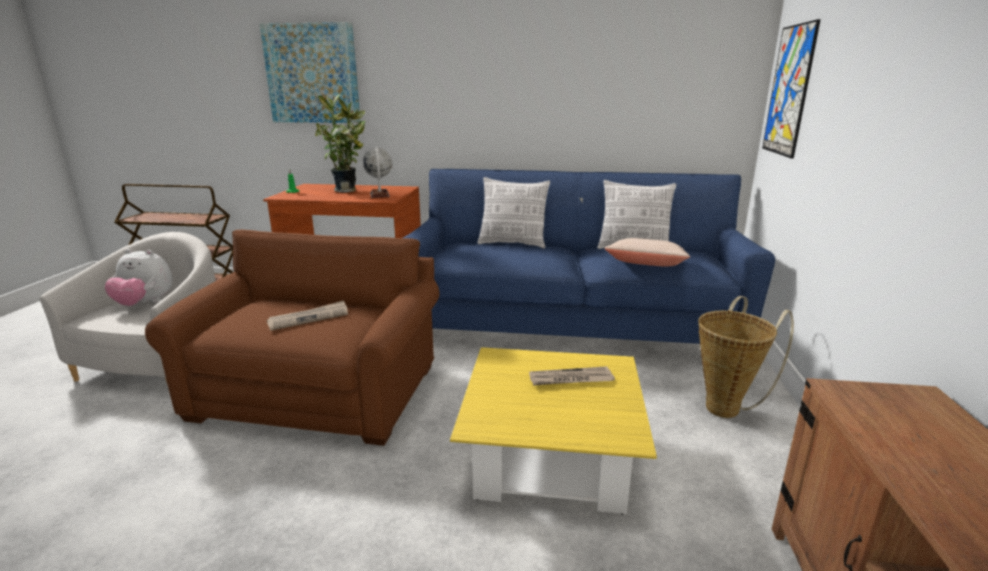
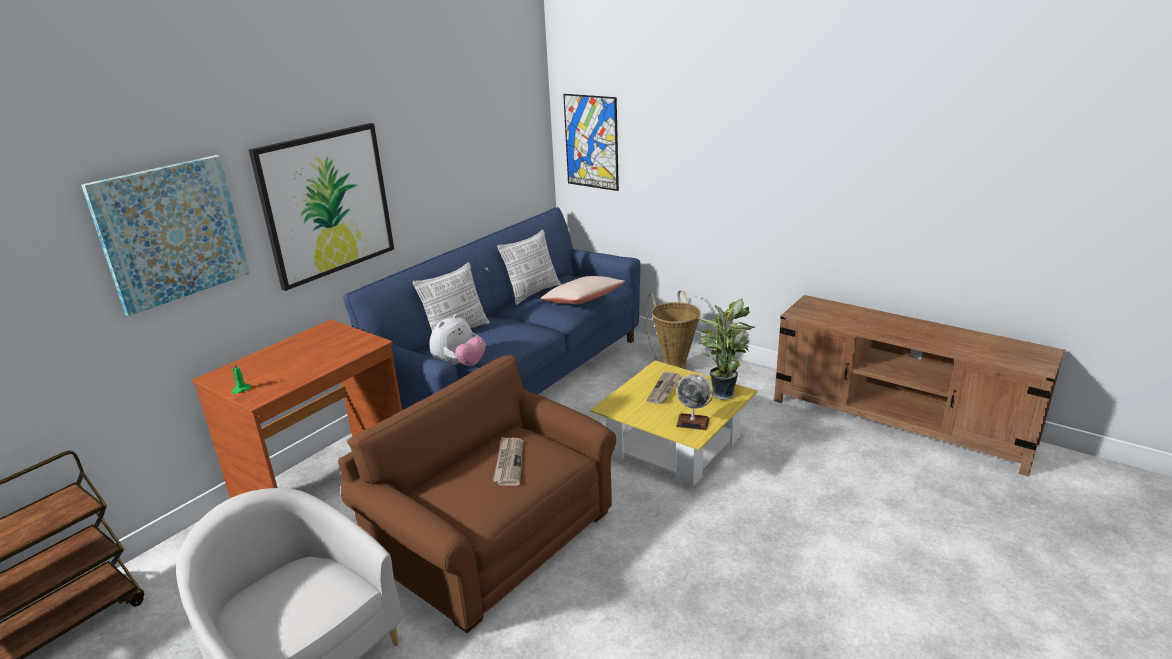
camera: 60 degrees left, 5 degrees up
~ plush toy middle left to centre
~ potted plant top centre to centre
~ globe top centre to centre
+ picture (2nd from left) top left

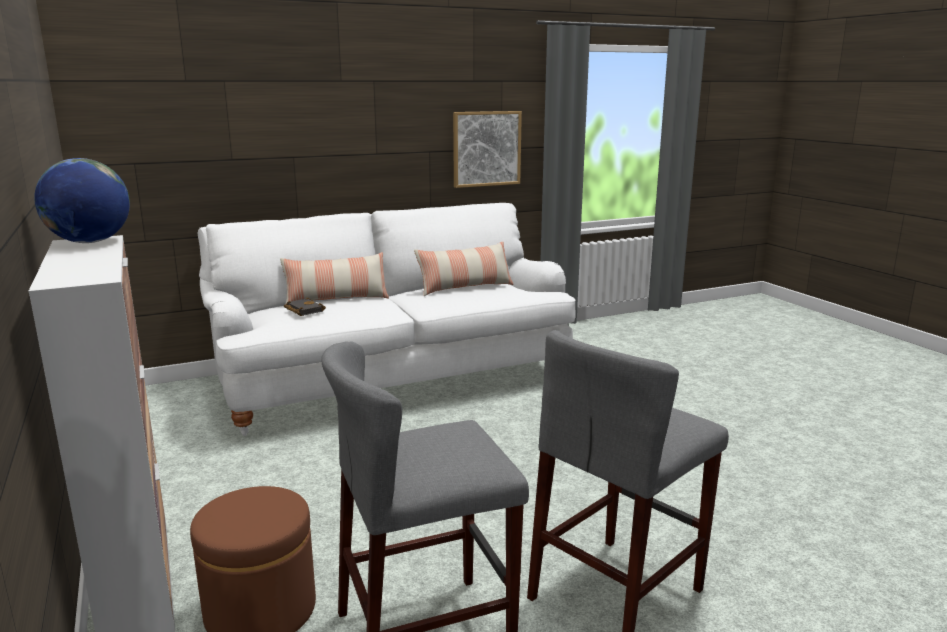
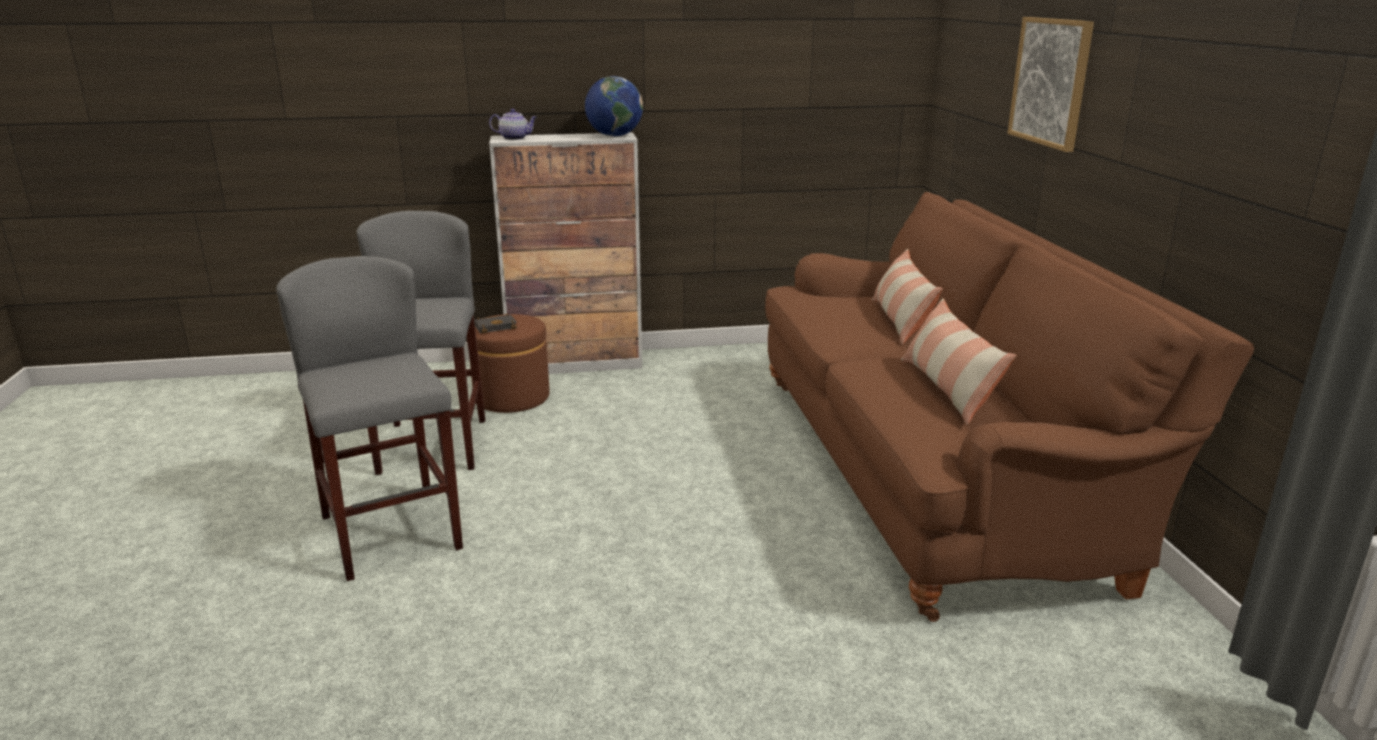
camera: 105 degrees right, 5 degrees up
~ sofa/white centre to sofa/brown middle right
~ book/black middle left to centre
~ picture top centre to top right
+ teapot top centre

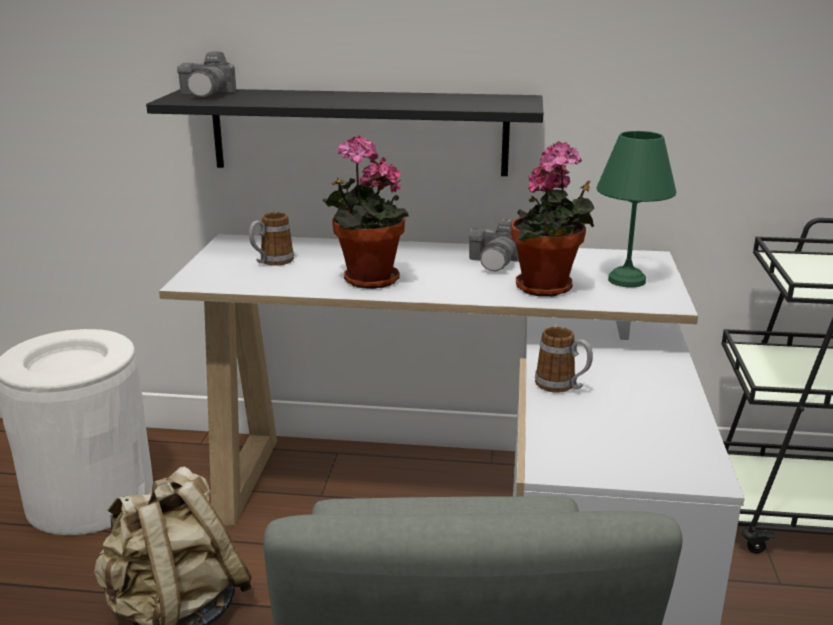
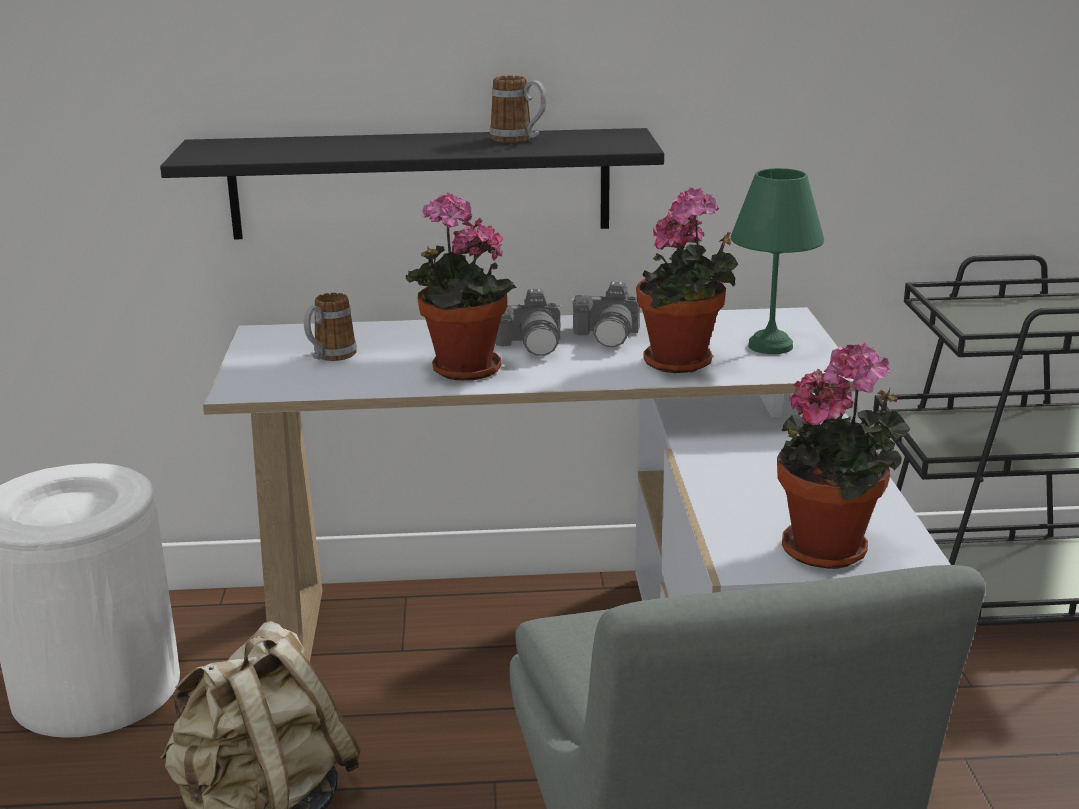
camera: 10 degrees left, 0 degrees up
~ photo camera (1st from left) top left to centre
~ mug (2nd from left) middle right to top centre
+ potted plant (3rd from left) middle right

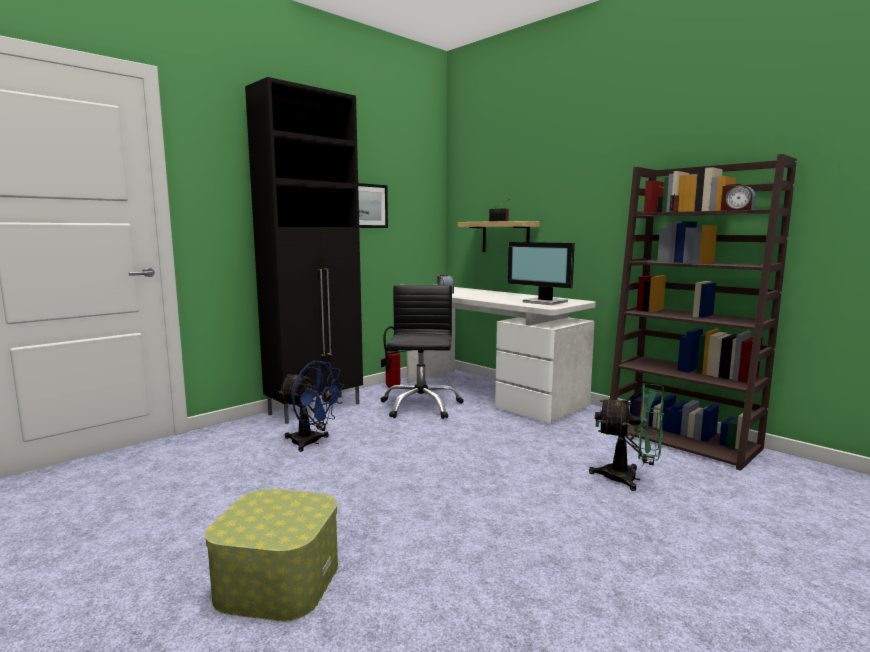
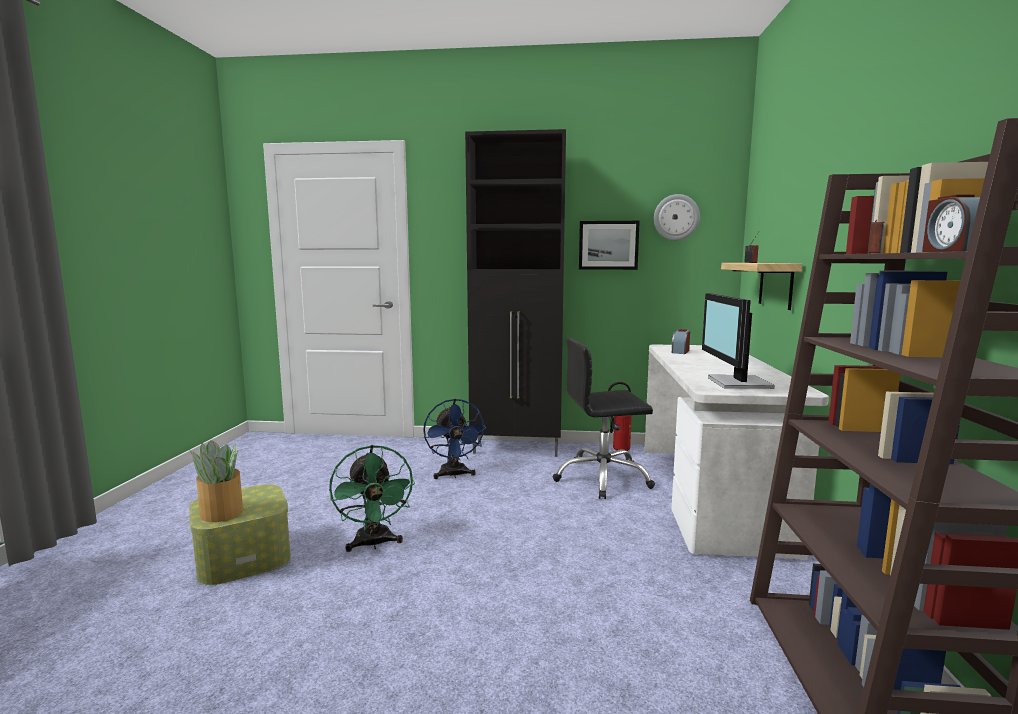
camera: 50 degrees right, 0 degrees up
~ office chair/black centre = centre 150 degrees counterclockwise
~ fan/green bottom right to bottom centre
+ potted plant bottom left
+ wall clock top centre

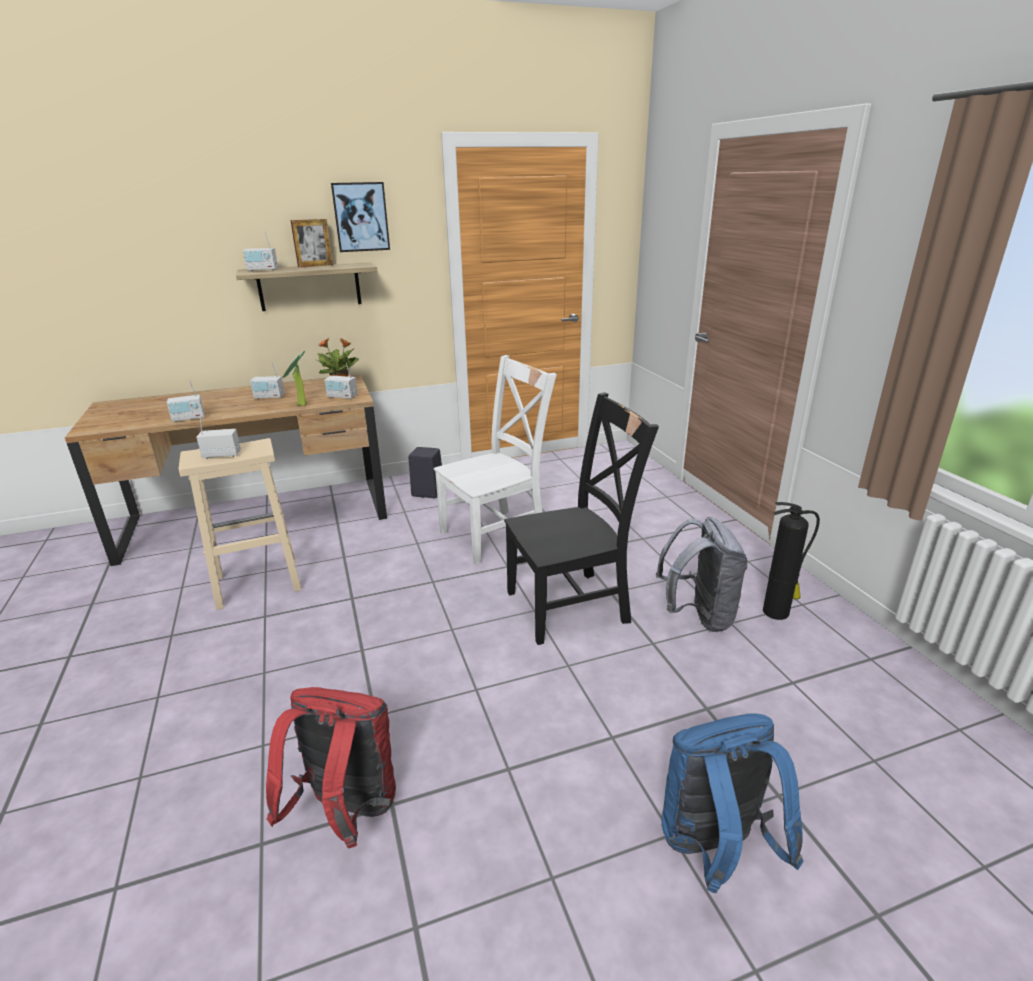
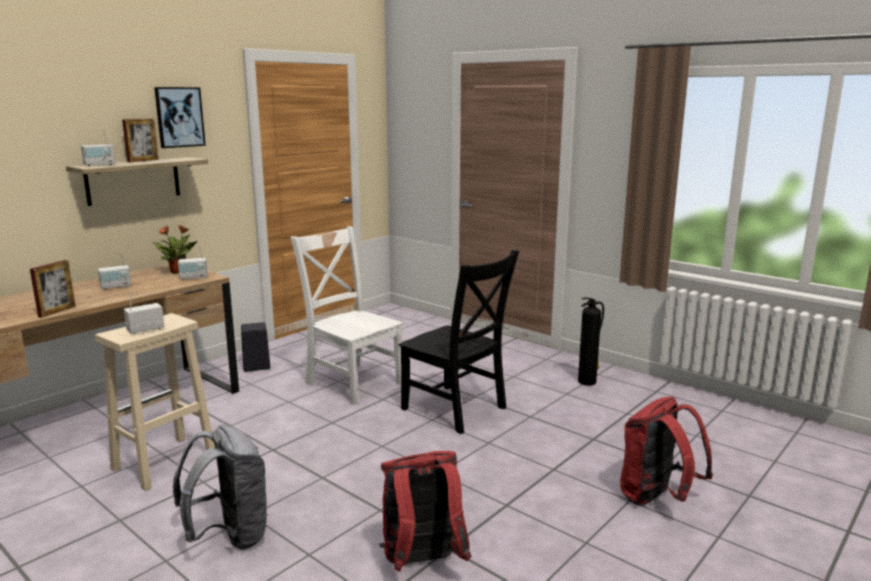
camera: 30 degrees left, 10 degrees down
~ radio (1st from left) middle left to picture frame (1st from left) middle left
- potted plant (1st from left) middle left
~ chair/white centre = centre 75 degrees counterclockwise
~ chair/black centre = centre 90 degrees clockwise
~ backpack/grey middle right to bottom left
~ backpack/blue bottom right to backpack/red (2nd from left) bottom right

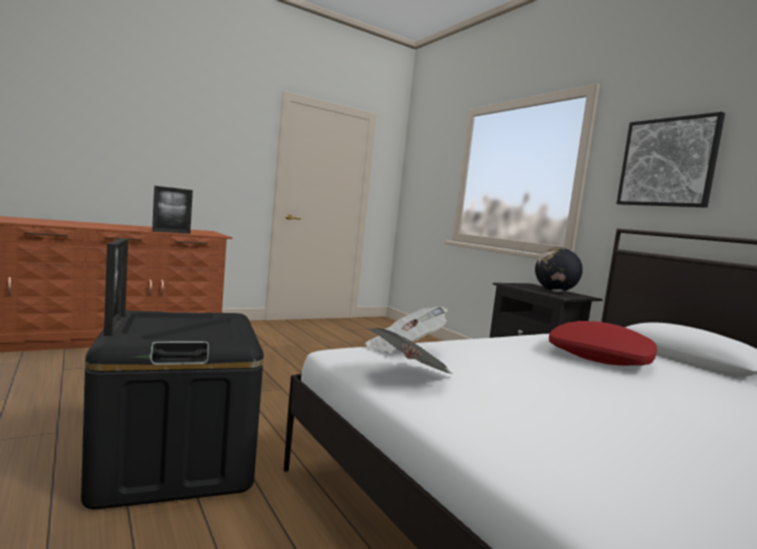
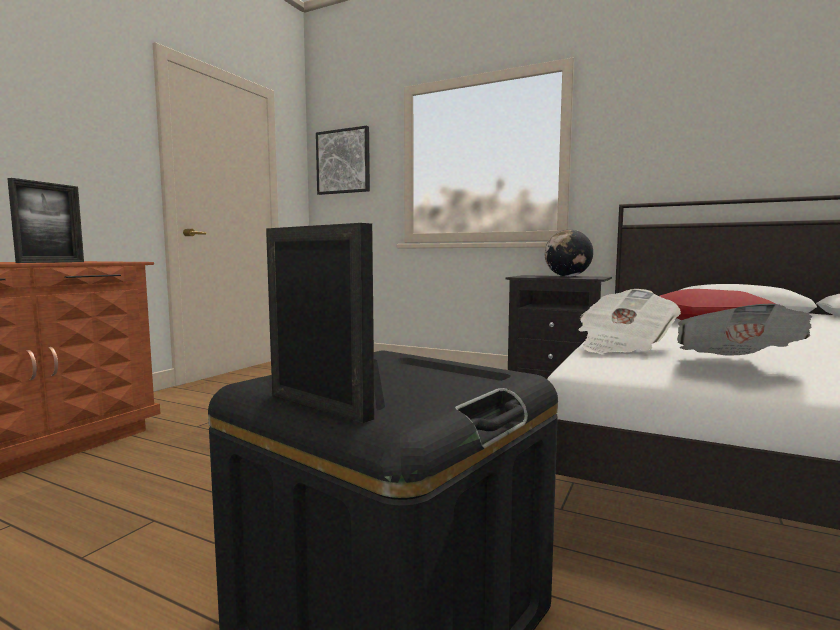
camera: 30 degrees left, 0 degrees up
~ picture top right to top centre

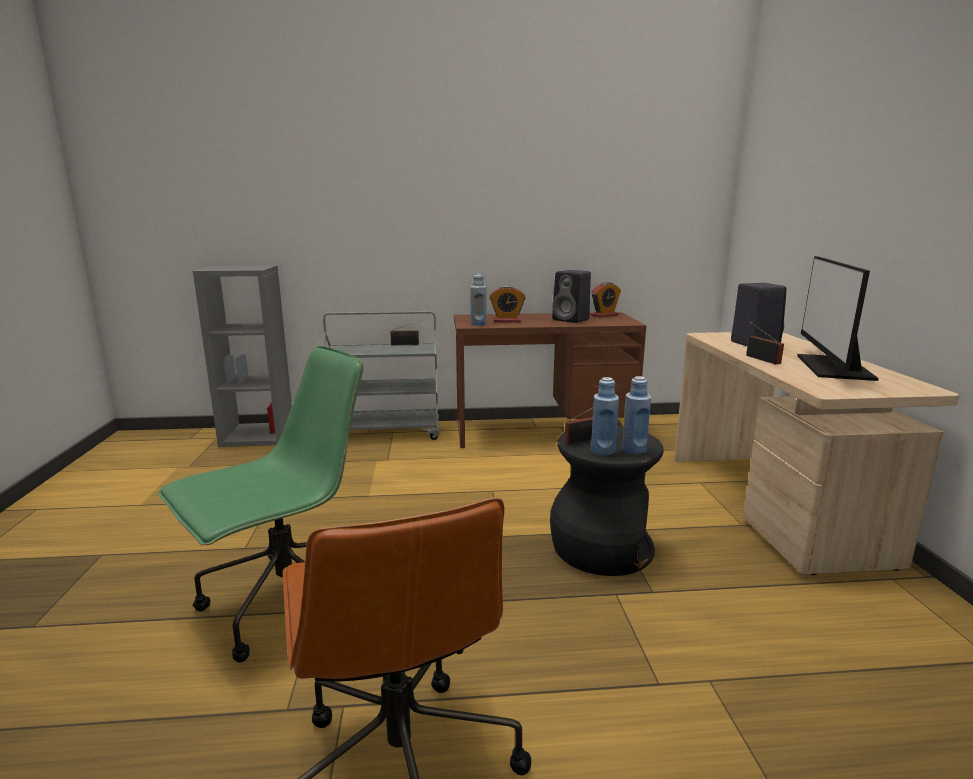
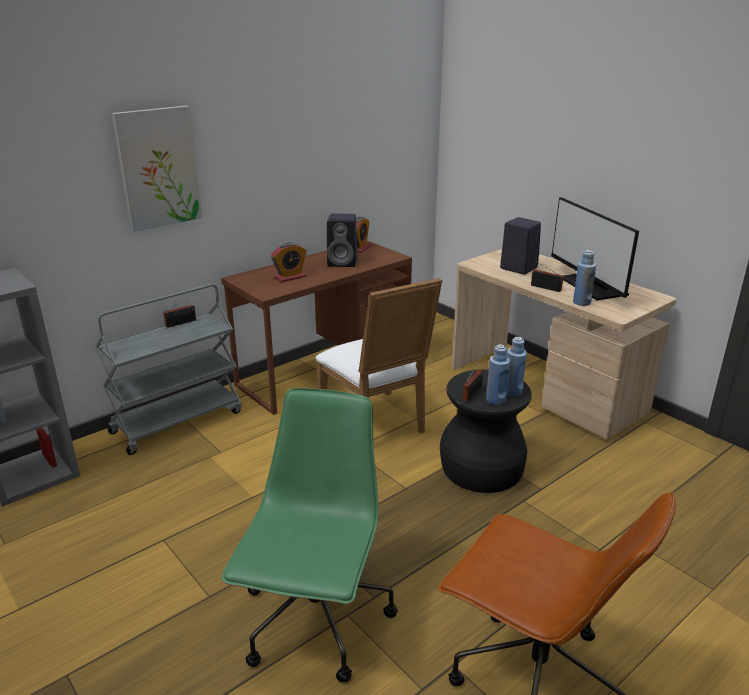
camera: 35 degrees left, 10 degrees up
~ bottle/blue (1st from left in the first image) centre to bottle/blue (3rd from left) middle right
+ picture top left
+ chair/white centre

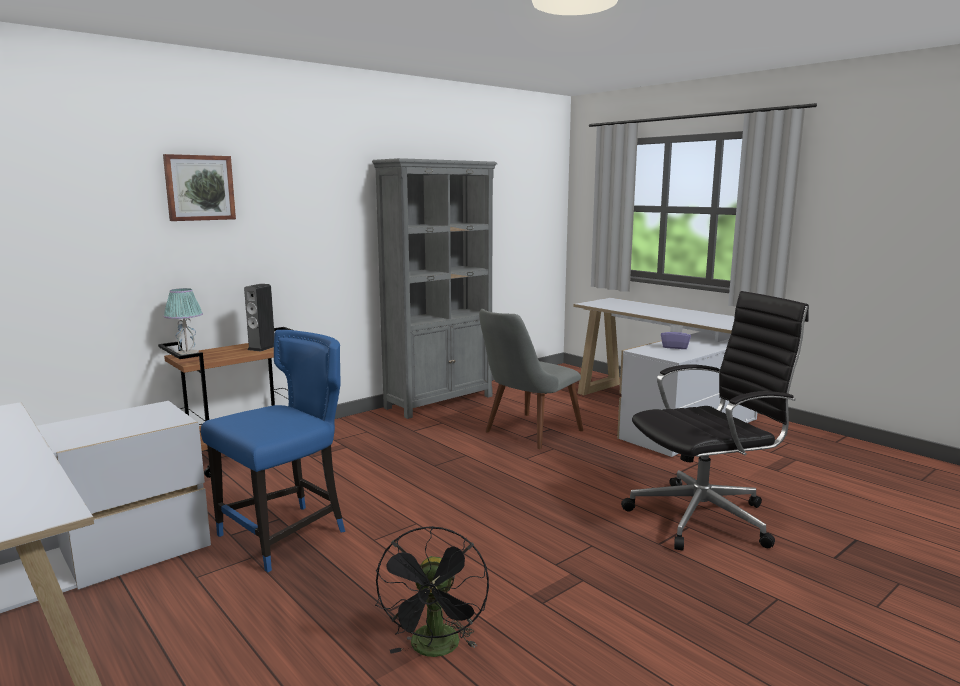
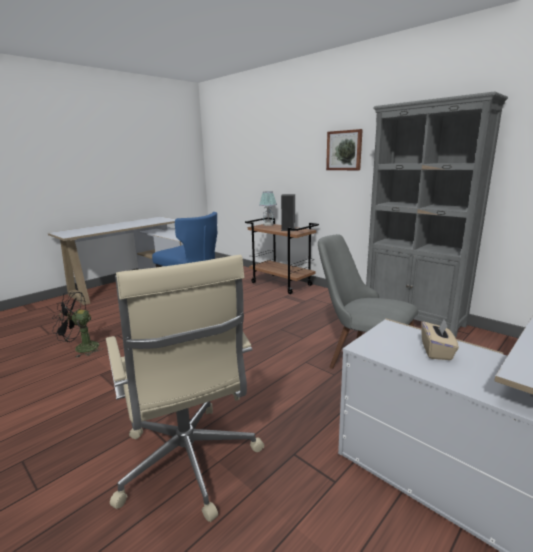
camera: 85 degrees right, 5 degrees up
~ picture top left to top centre
~ office chair/black middle right to office chair/beige bottom centre
~ tissue box/purple middle right to tissue box/beige middle right

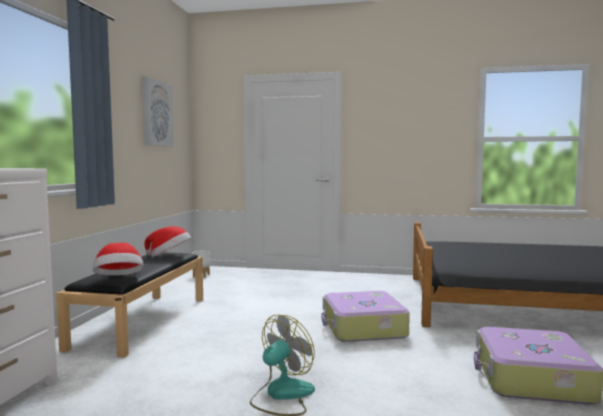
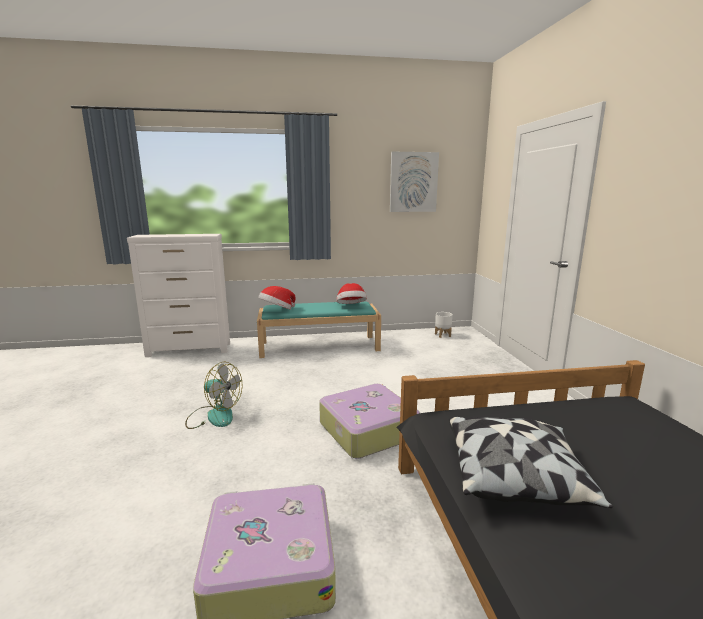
camera: 70 degrees right, 10 degrees up
~ bench/black bottom left to bench/turquoise centre
+ pillow bottom right

